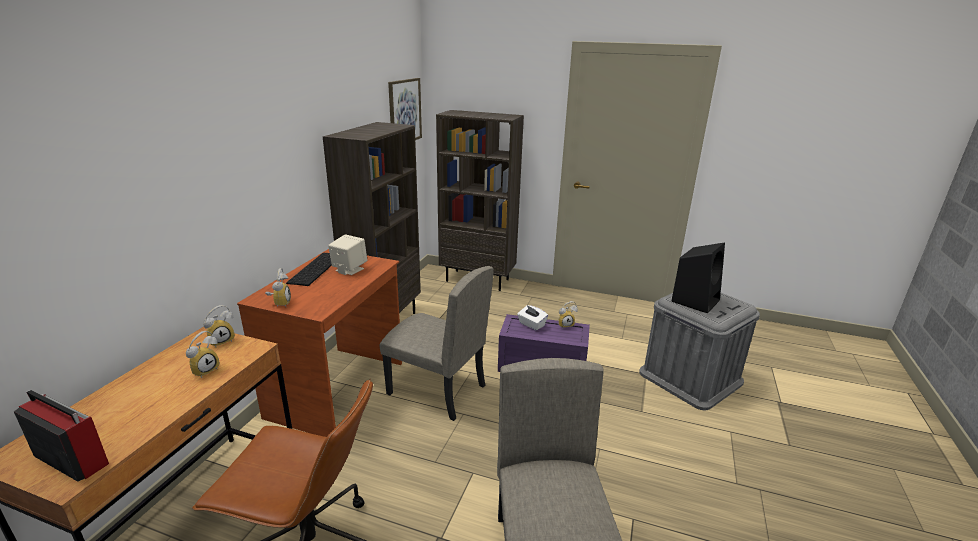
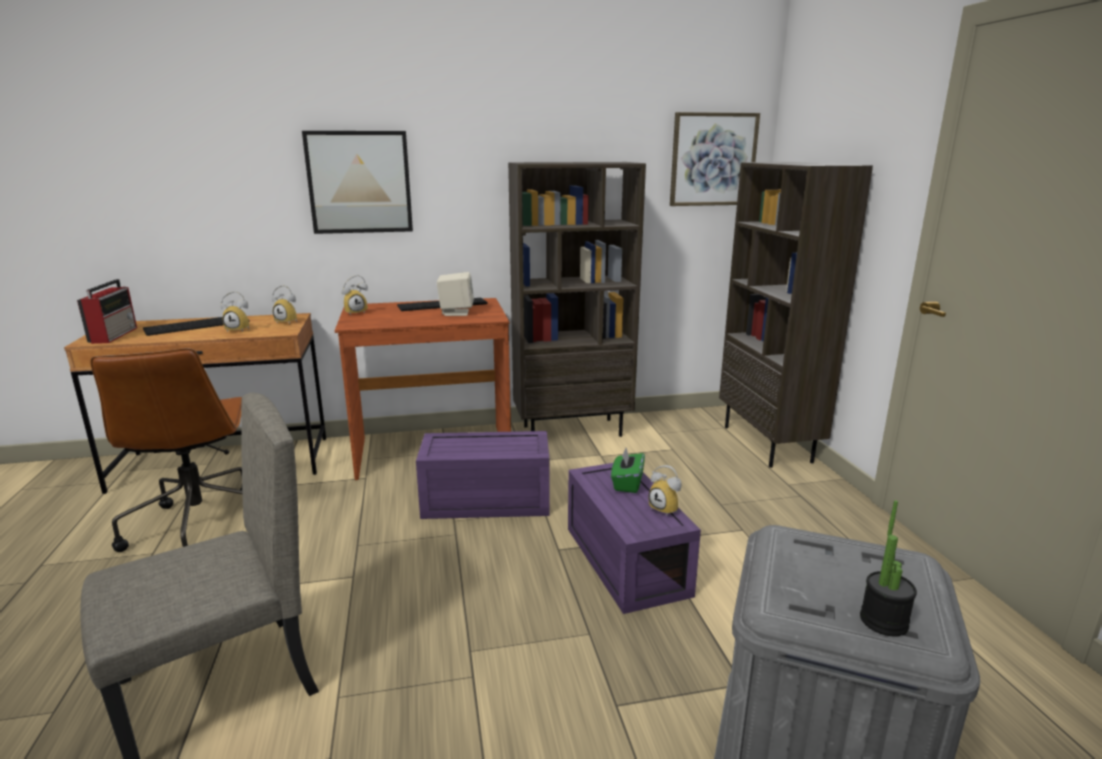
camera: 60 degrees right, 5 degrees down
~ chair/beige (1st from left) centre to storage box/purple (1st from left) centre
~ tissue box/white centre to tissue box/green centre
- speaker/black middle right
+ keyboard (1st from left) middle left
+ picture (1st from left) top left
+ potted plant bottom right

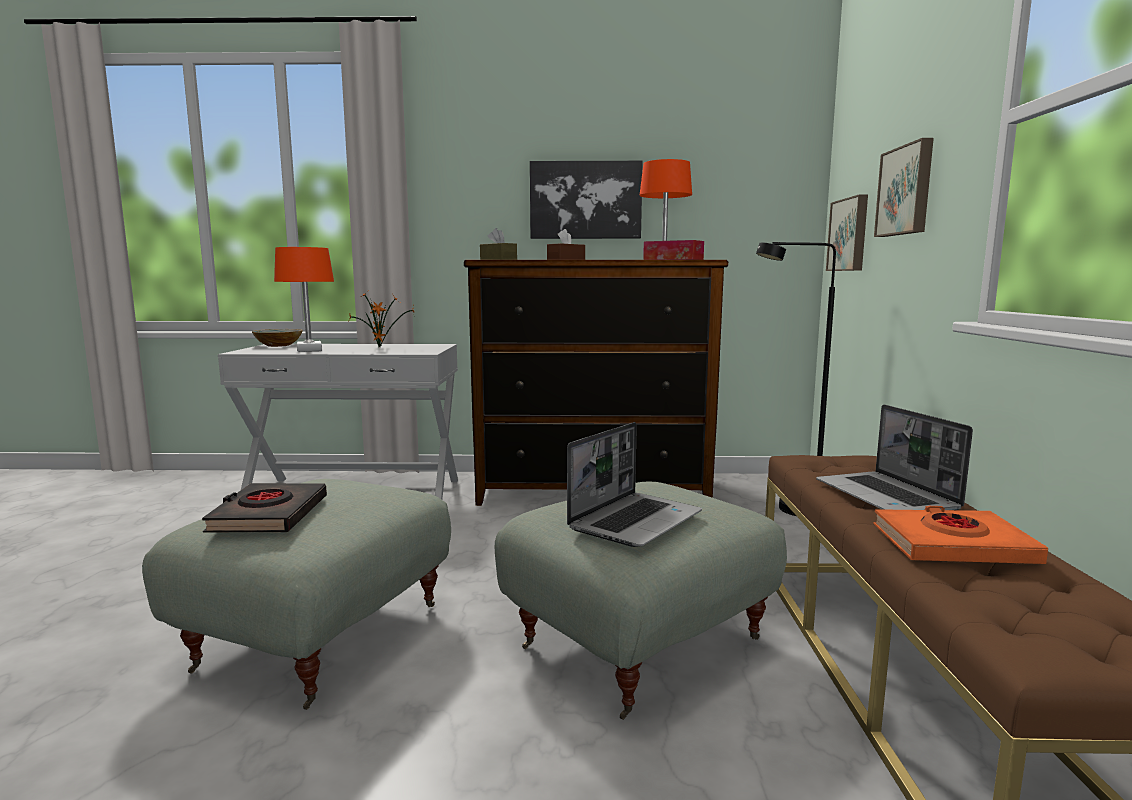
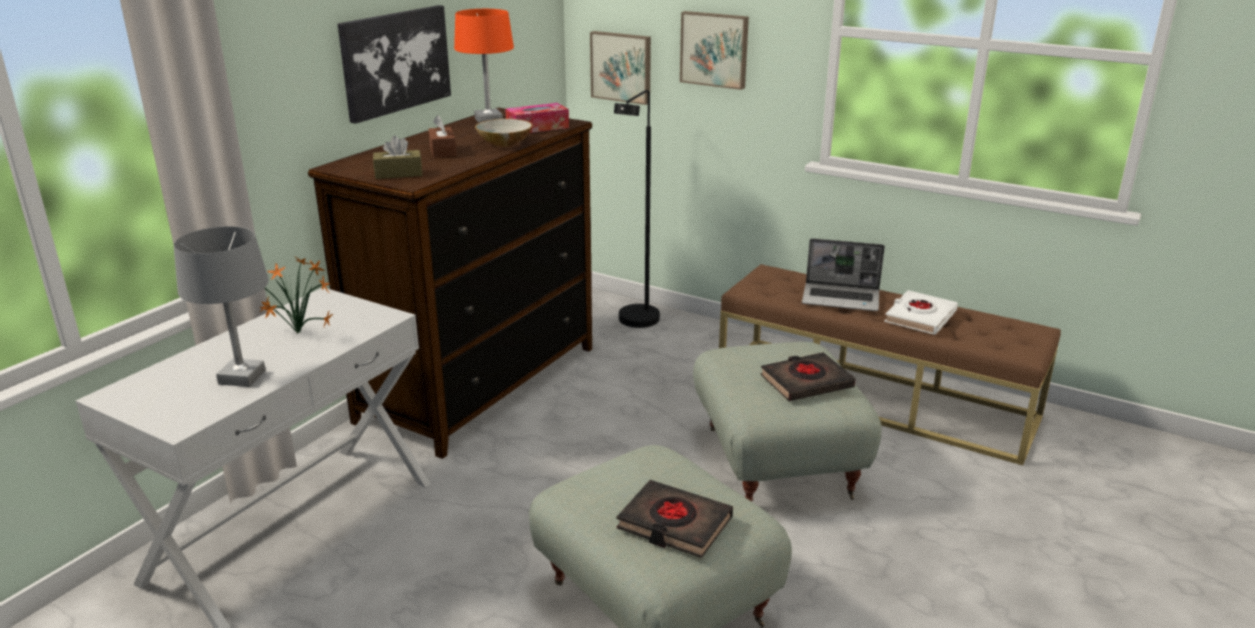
camera: 60 degrees left, 15 degrees up
~ bowl middle left to top centre
~ table lamp/orange (1st from left) middle left to table lamp/grey middle left
~ laptop (1st from left) centre to book/black (2nd from left) centre
~ book/orange bottom right to book/white middle right

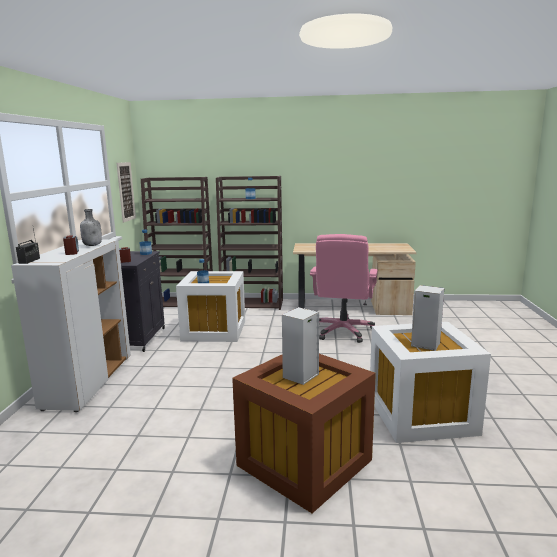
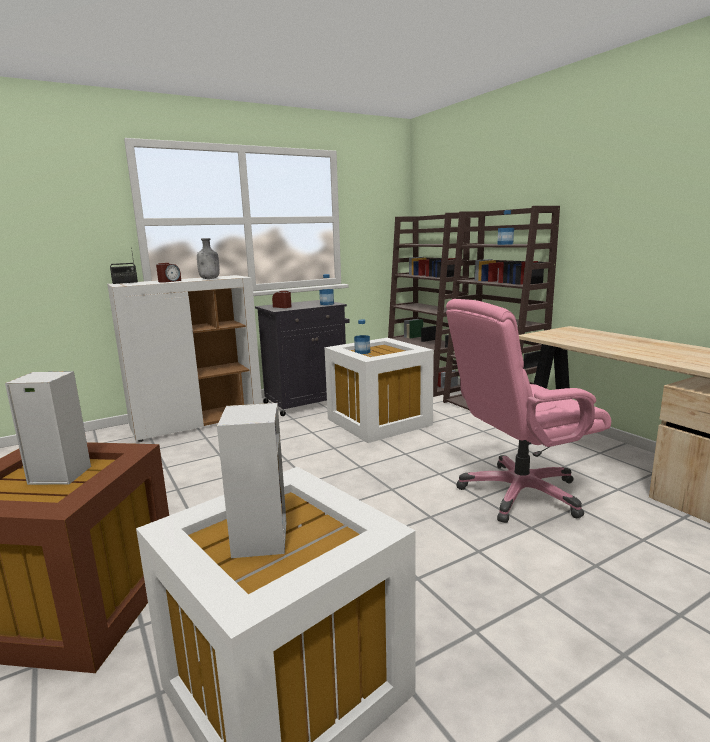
camera: 55 degrees right, 0 degrees up
- picture middle left

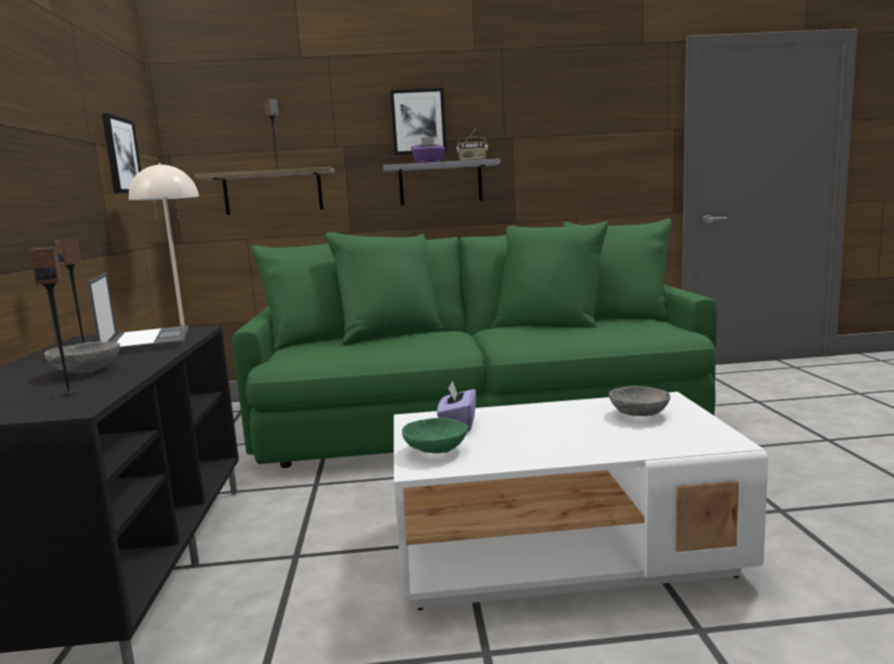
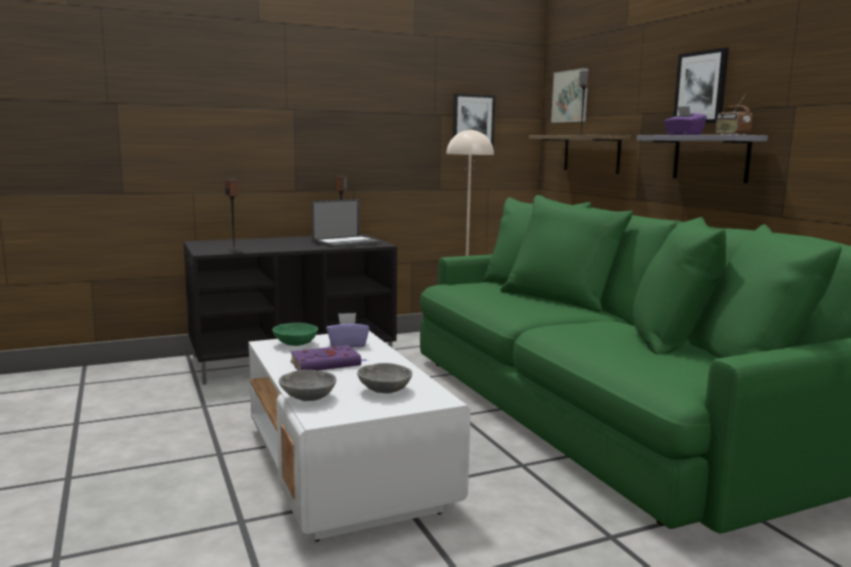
camera: 70 degrees right, 0 degrees up
~ bowl/grey (1st from left) middle left to bottom centre
+ book/purple centre
+ picture (2nd from left) top right

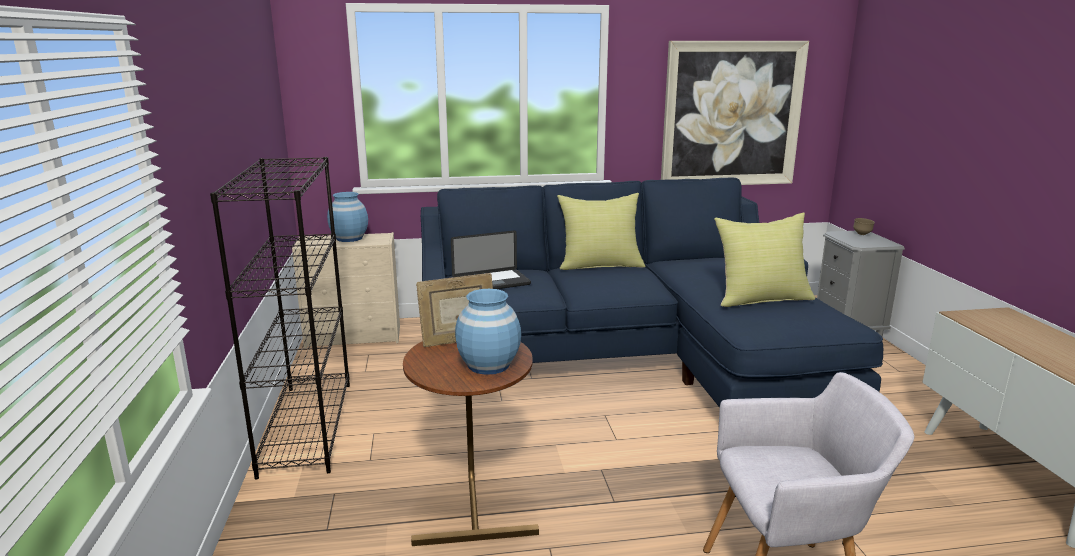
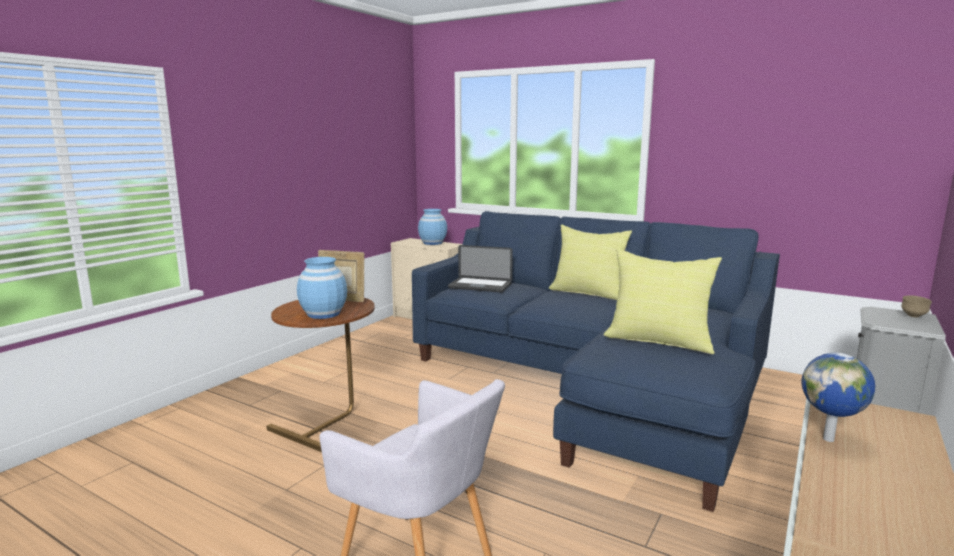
camera: 40 degrees right, 5 degrees down
- bookcase/black middle left
- picture top right
+ globe bottom right

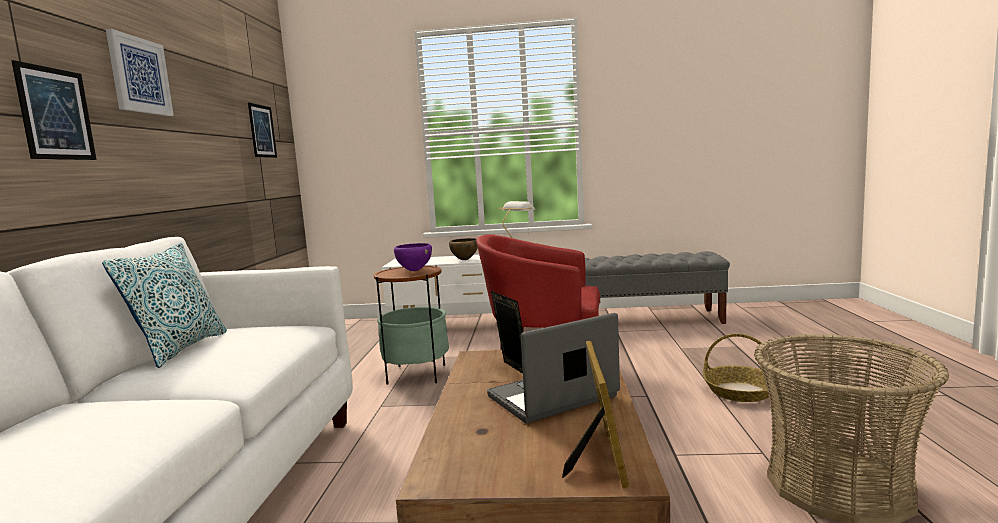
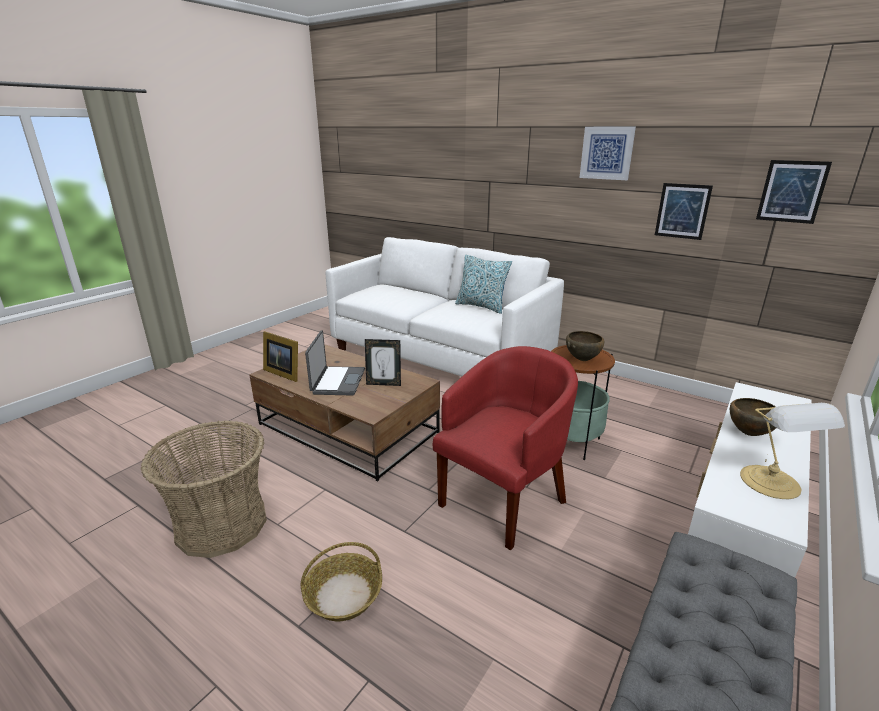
camera: 120 degrees right, 15 degrees up
~ picture (1st from left in the first image) top left to picture (2nd from left) top right
~ bowl/purple centre to bowl/brown (1st from left) centre

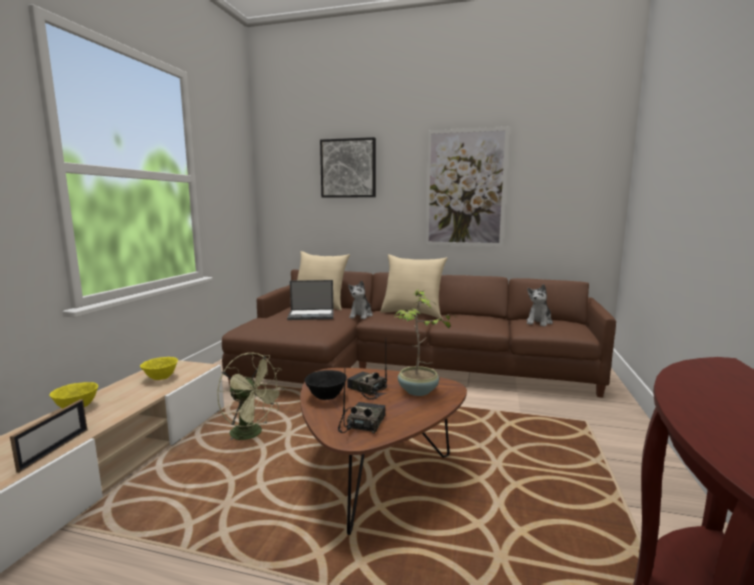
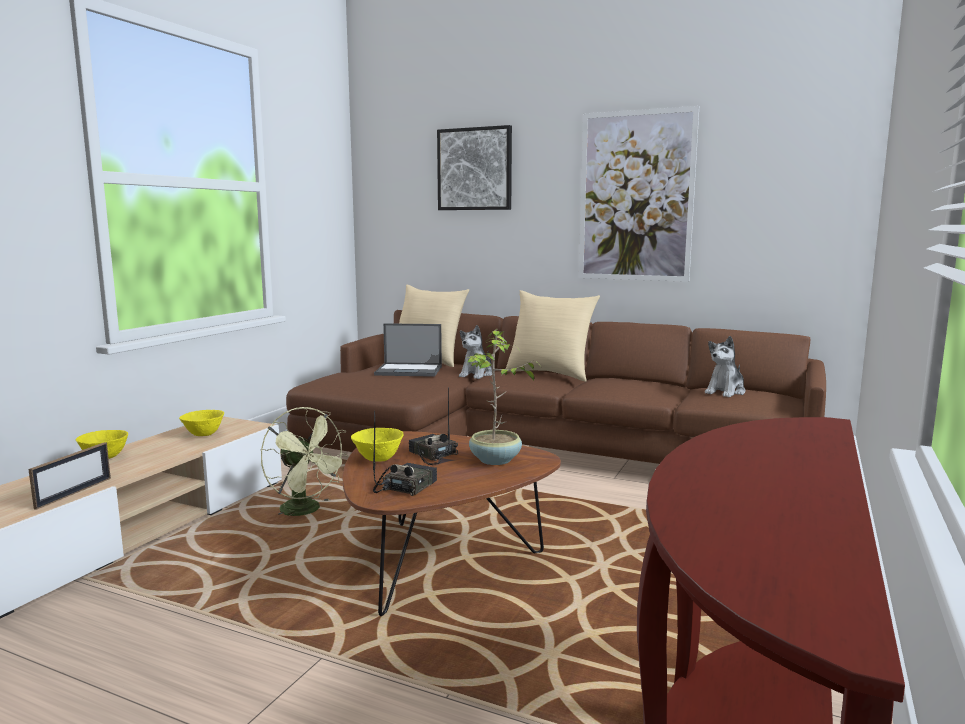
camera: 10 degrees right, 0 degrees up
~ bowl/black centre to bowl/yellow (3rd from left) centre

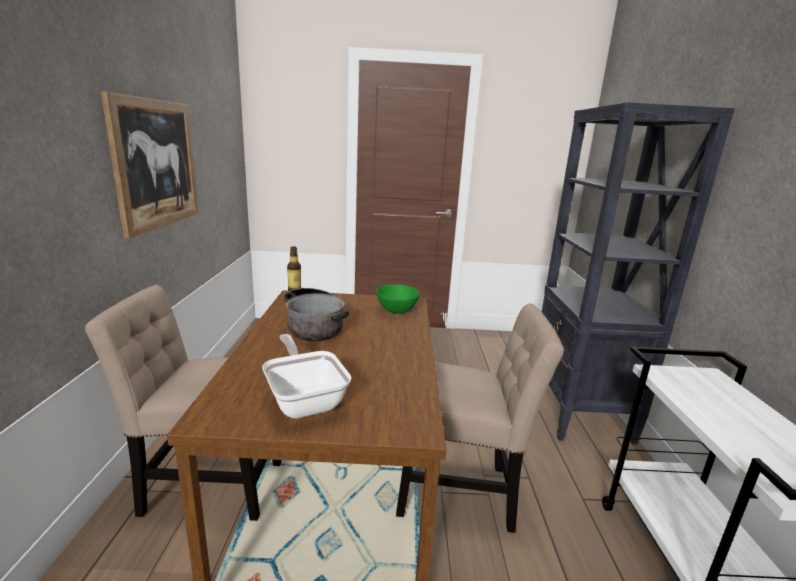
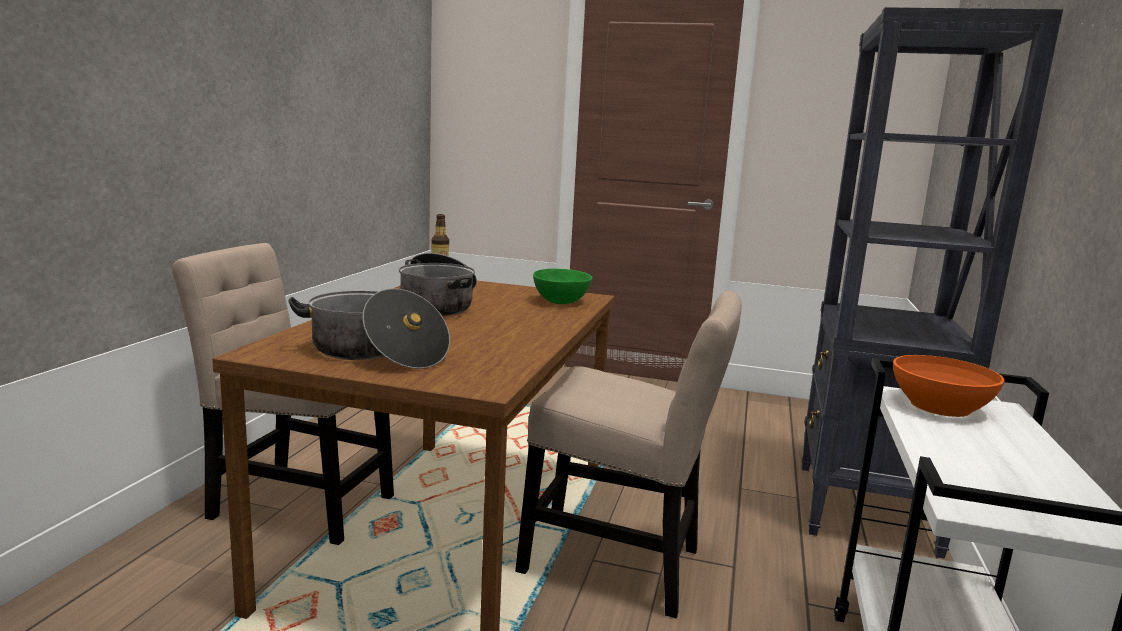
camera: 15 degrees right, 5 degrees down
- picture top left
~ frying pan centre to cooking pot (1st from left) middle left
+ bowl/orange middle right

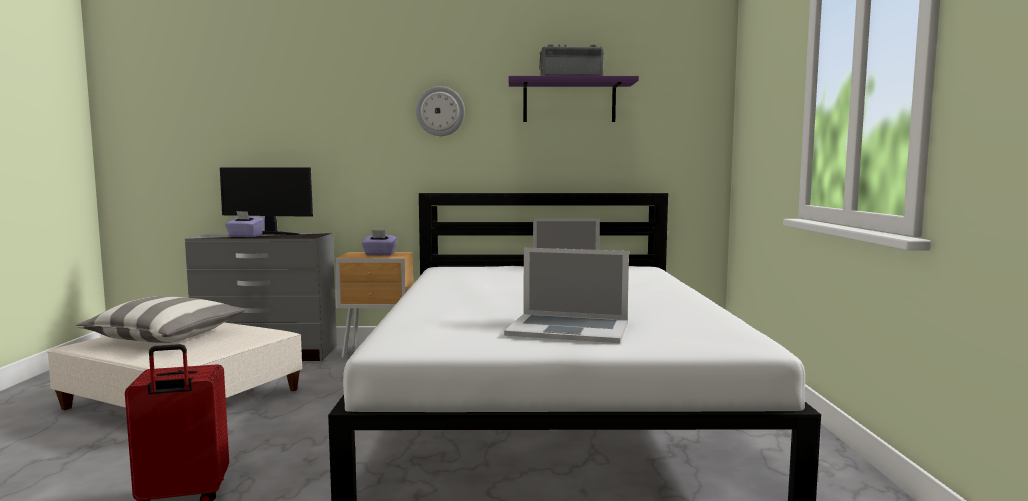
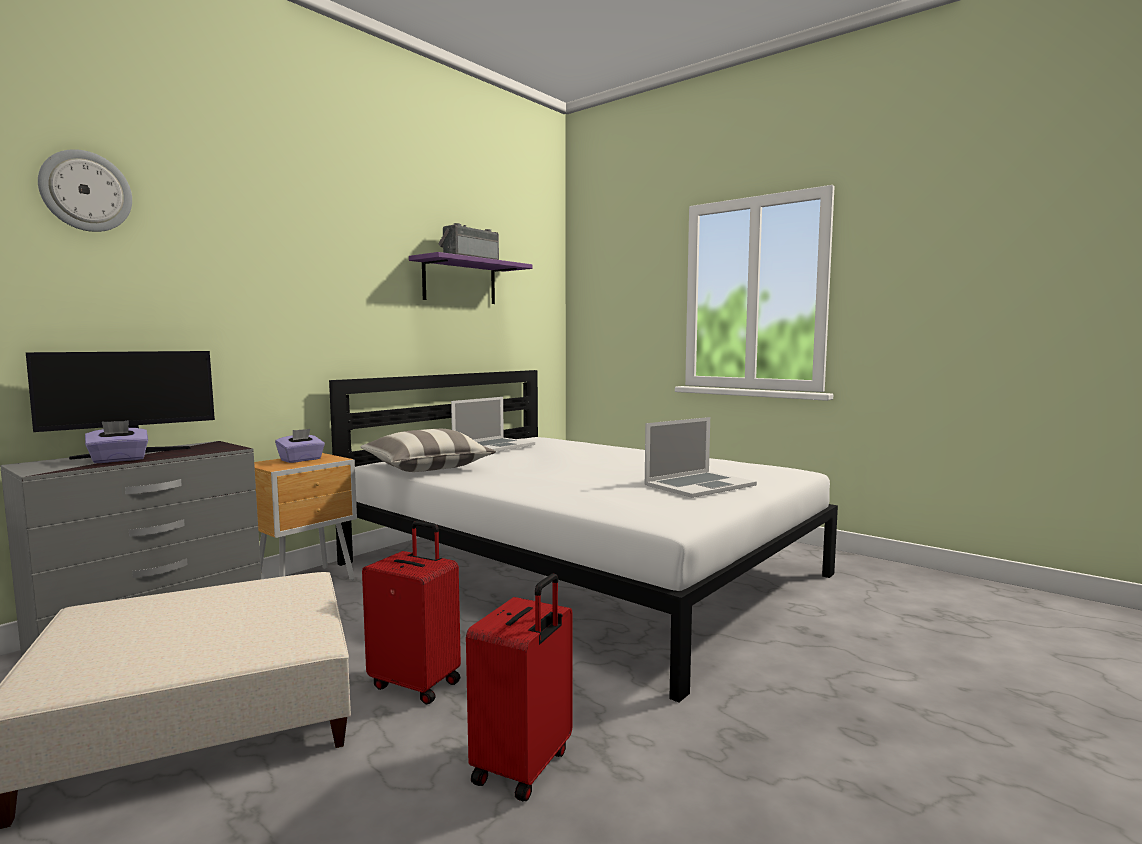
camera: 50 degrees left, 0 degrees up
~ pillow middle left to centre
~ wall clock top centre to top left
+ suitcase/red (1st from left) bottom centre

